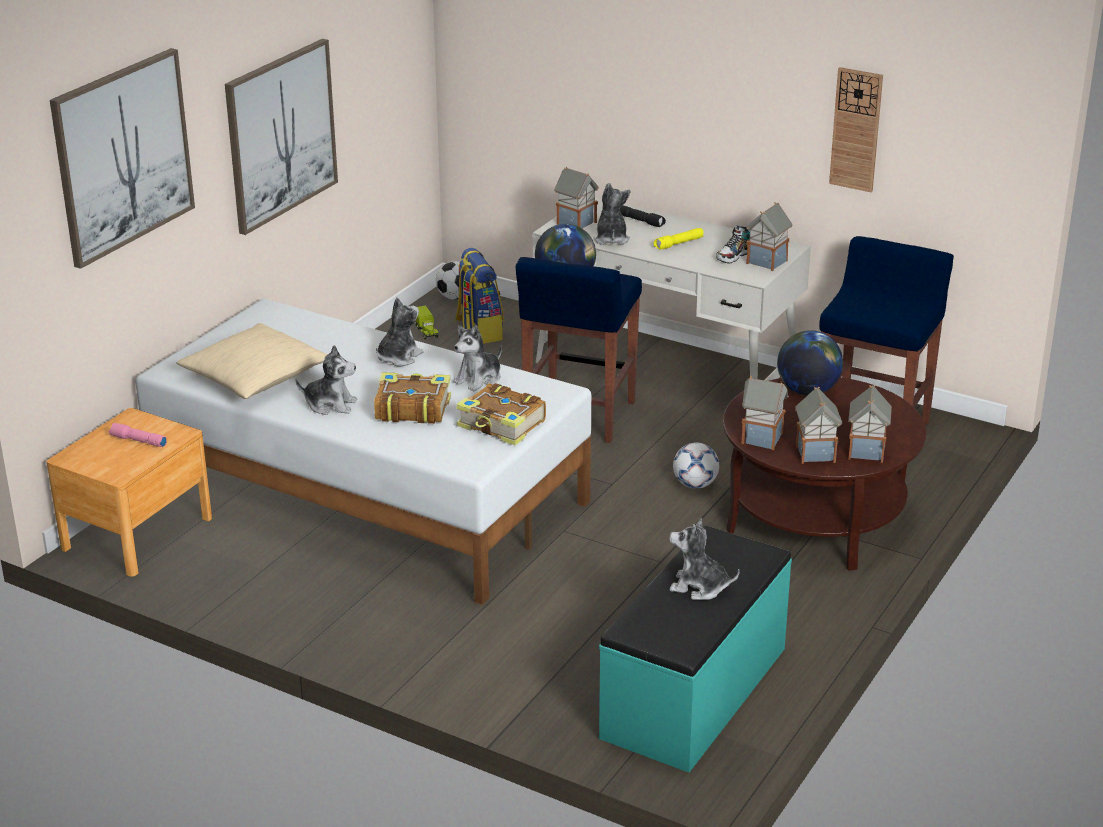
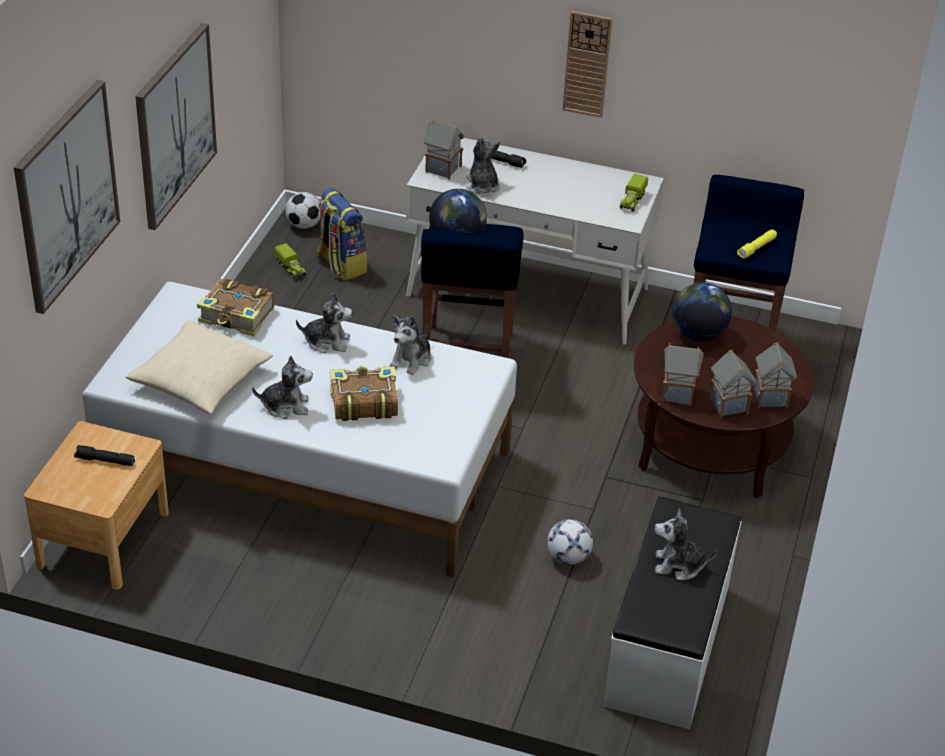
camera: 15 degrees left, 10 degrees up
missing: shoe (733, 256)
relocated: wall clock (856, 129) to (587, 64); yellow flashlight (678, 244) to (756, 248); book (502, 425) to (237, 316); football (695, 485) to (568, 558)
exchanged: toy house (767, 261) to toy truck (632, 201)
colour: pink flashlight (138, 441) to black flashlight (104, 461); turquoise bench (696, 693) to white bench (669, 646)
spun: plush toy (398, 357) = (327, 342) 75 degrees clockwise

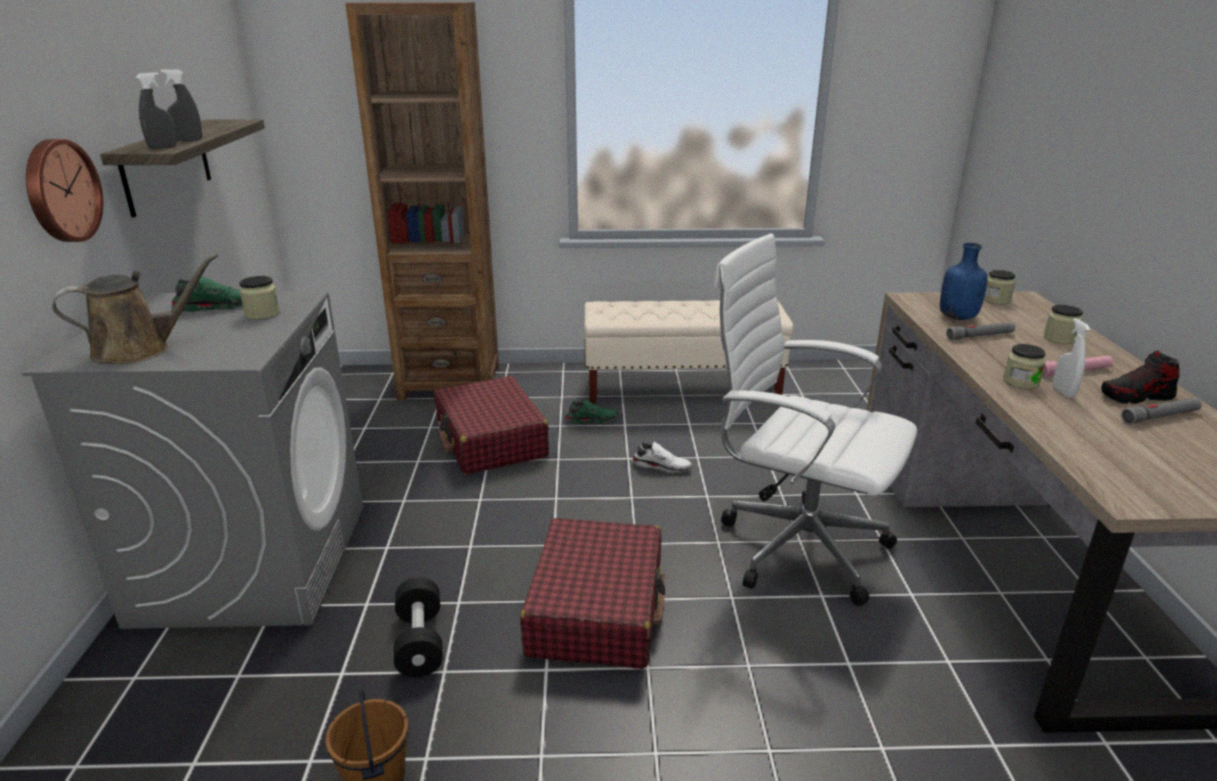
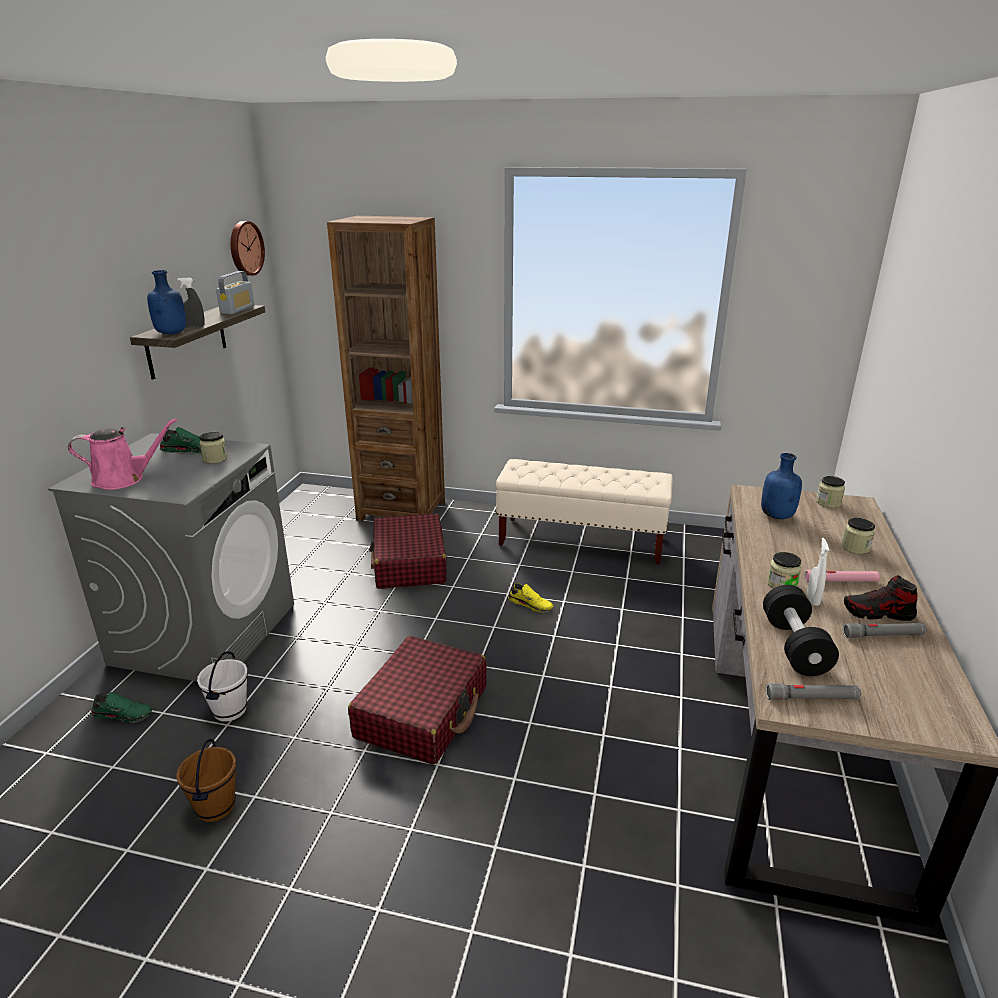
camera: 15 degrees right, 0 degrees up
missing: white office chair (795, 546)
appeared: radio (237, 309); white bucket (229, 710)
relocated: wall clock (60, 191) to (245, 248); grey flashlight (980, 336) to (812, 698); green shoe (591, 419) to (124, 714); black dumbbell (420, 642) to (794, 646)
exchanged: grey spray bottle (163, 147) to blue bottle (172, 333)
colour: brown watering can (139, 350) to pink watering can (123, 479); white shoe (661, 466) to yellow shoe (531, 604)

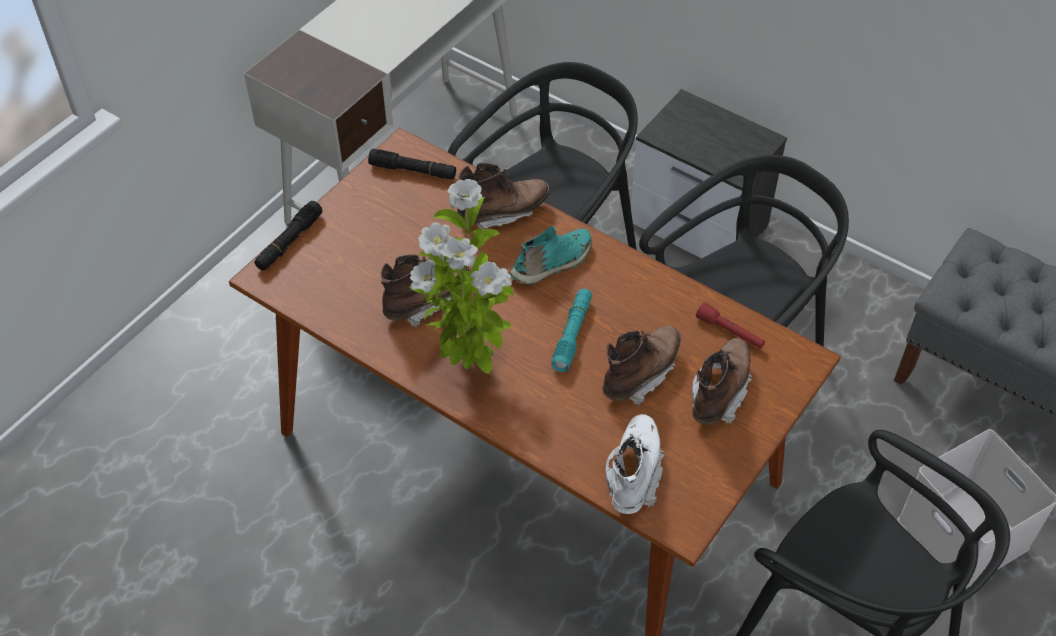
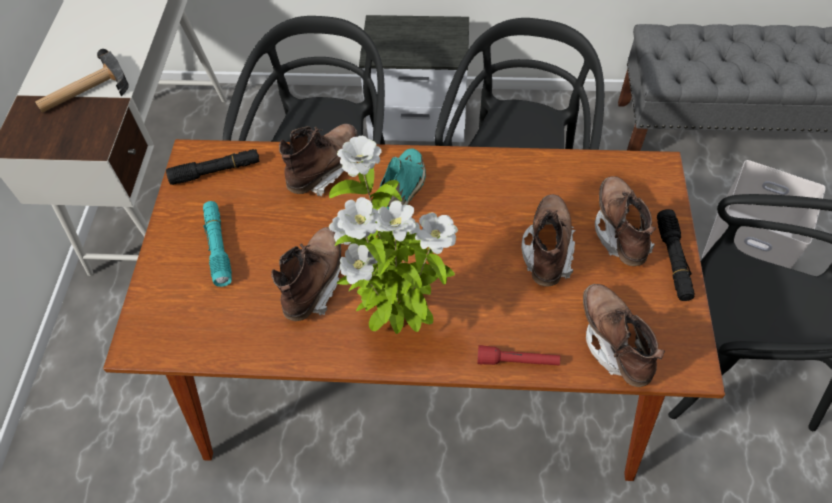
camera: 30 degrees left, 5 degrees up
appeared: hammer (83, 92)
relocated: black flashlight (289, 242) to (673, 260); turquoise flashlight (572, 334) to (218, 247); red flashlight (730, 332) to (517, 361)
colour: white boot (634, 474) to brown boot (614, 343)

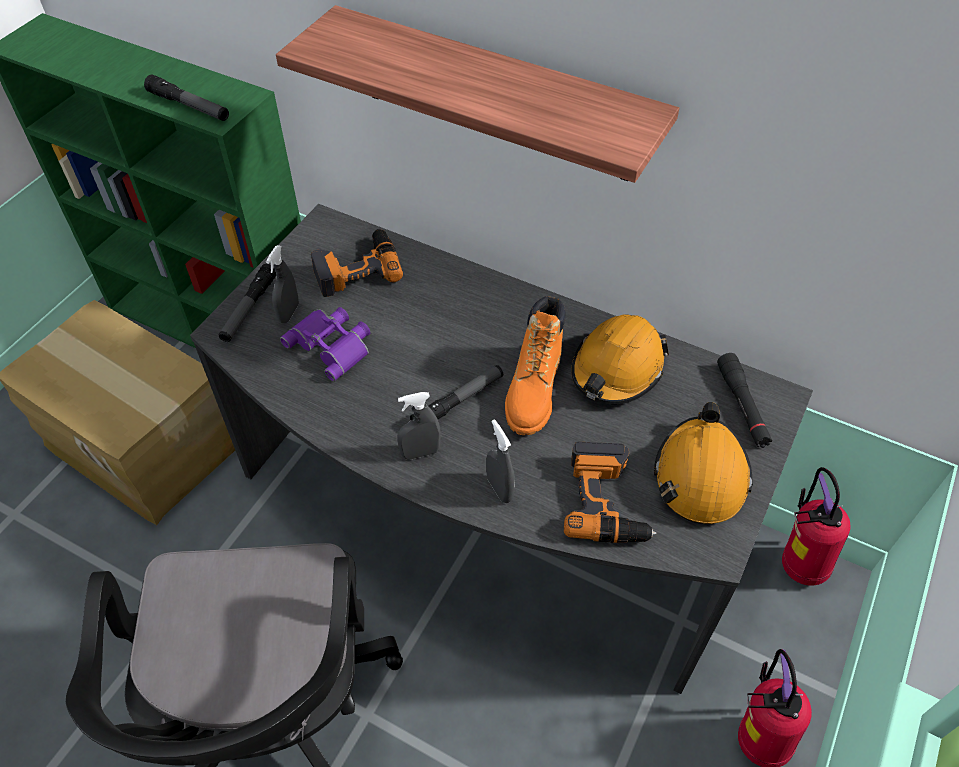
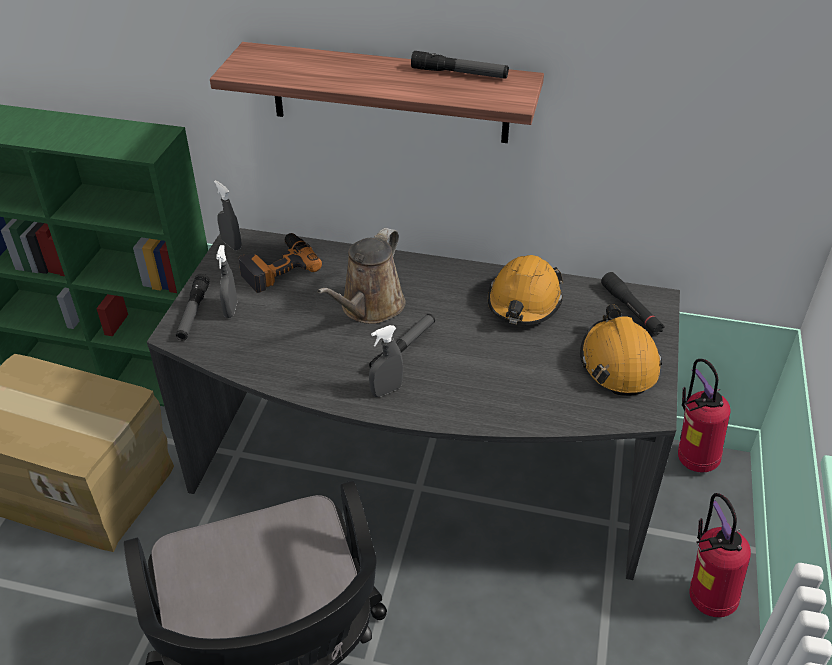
camera: 15 degrees left, 10 degrees down
missing: orange boot (534, 391); purple binoculars (332, 345); power drill (607, 501)
appeared: brown watering can (369, 307)
relocated: flashlight (189, 106) to (459, 73); grey spray bottle (499, 489) to (231, 244)

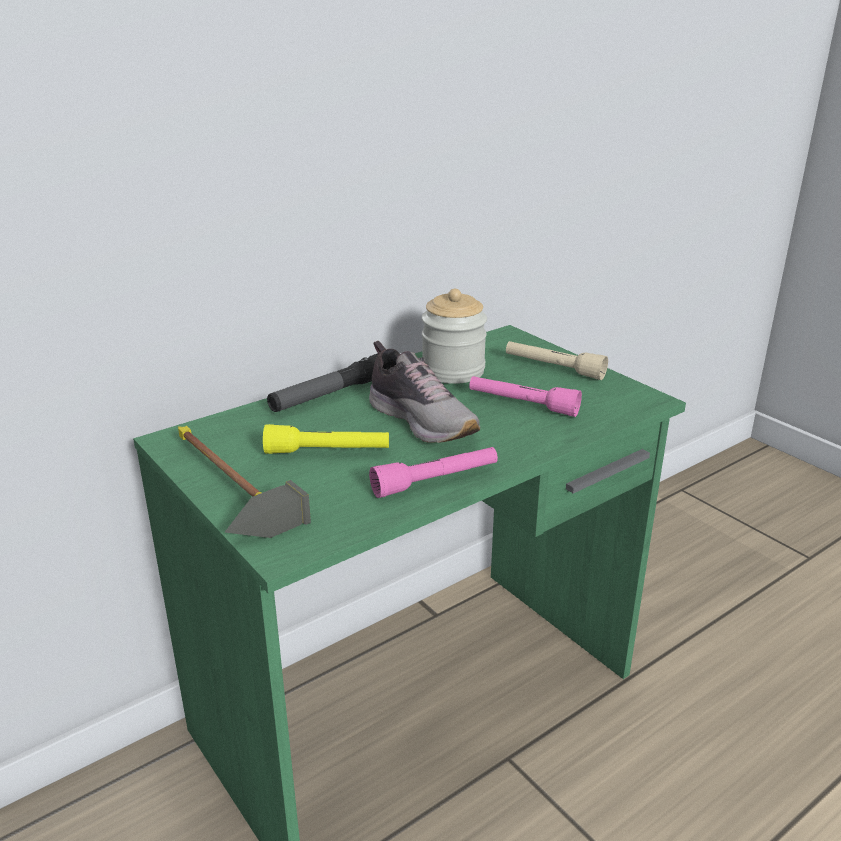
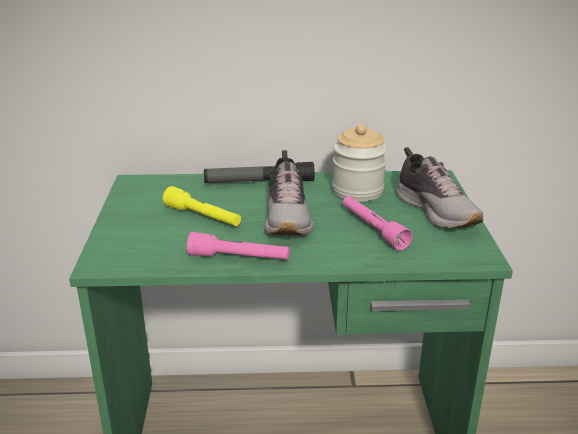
camera: 35 degrees right, 0 degrees up
missing: hammer (216, 486)
exchanged: beige flashlight (554, 368) to shoe (437, 211)

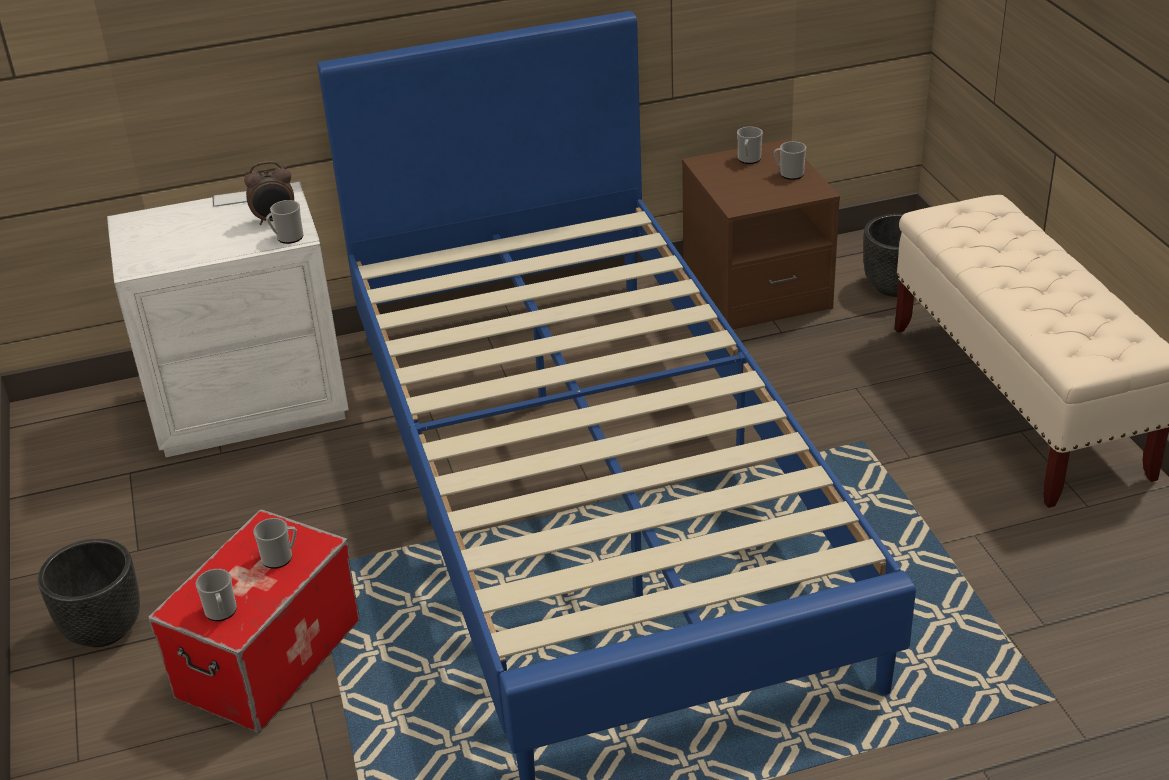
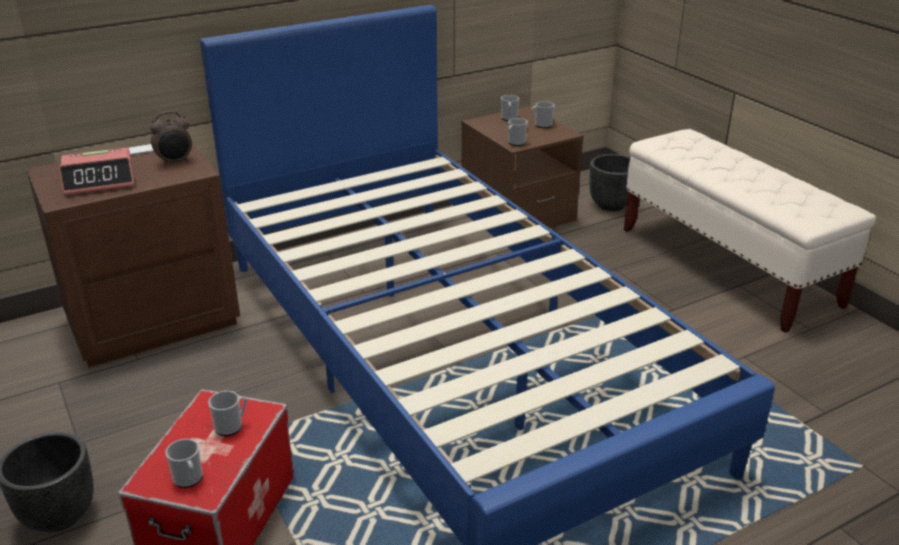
camera: 15 degrees left, 5 degrees down
appeared: alarm clock (100, 181)
relocated: mug (287, 238) to (515, 143)
colour: white nightstand (249, 403) to brown nightstand (152, 320)

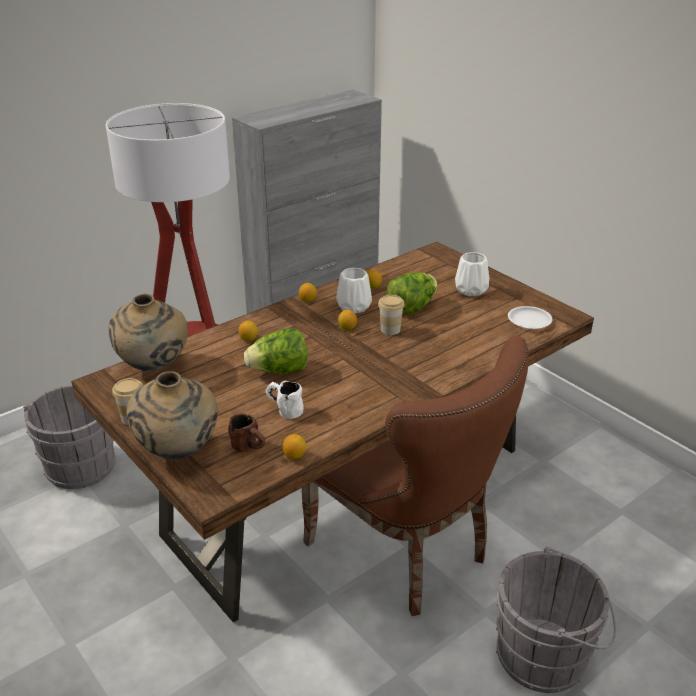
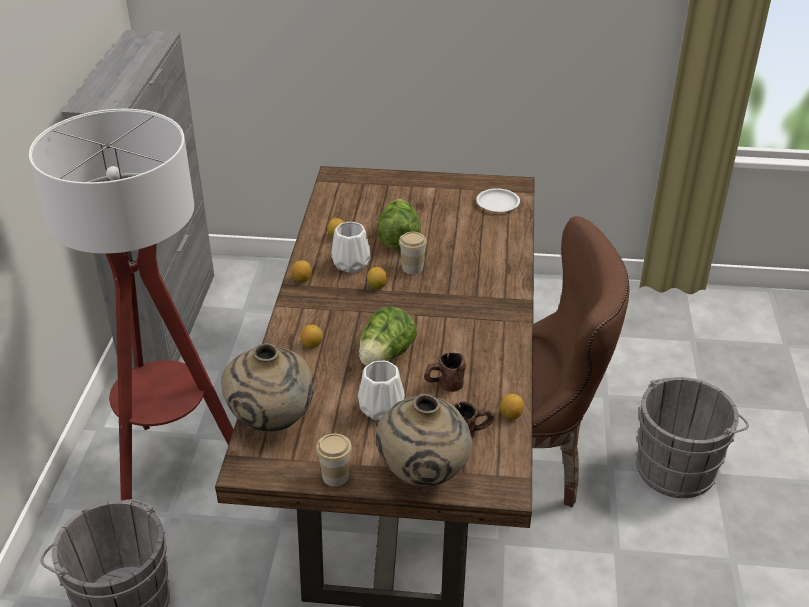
camera: 45 degrees left, 5 degrees up
relocated: white vase (470, 290) to (380, 408)
colour: white mug (284, 410) to brown mug (443, 385)

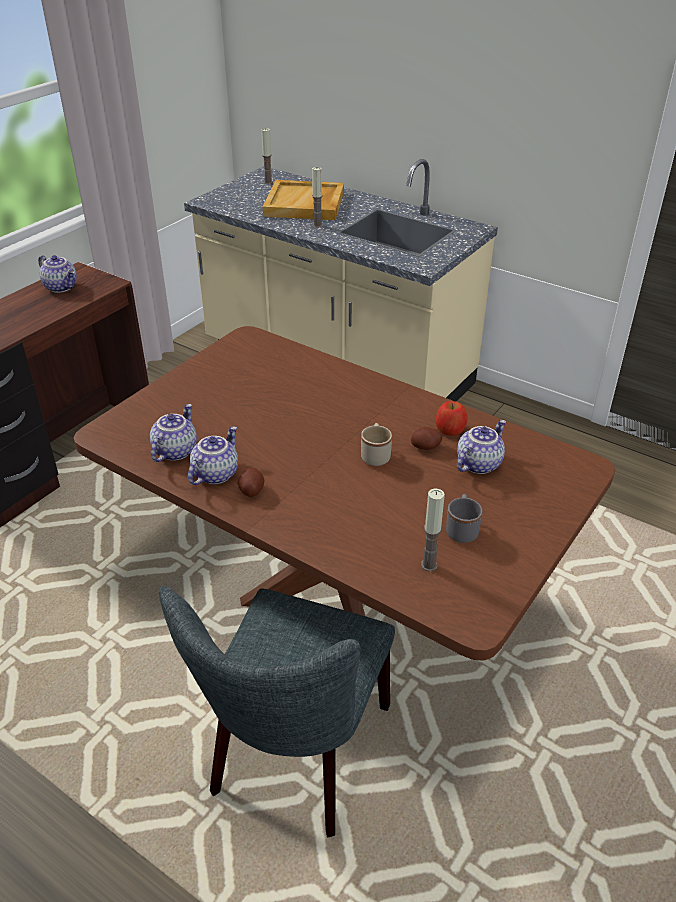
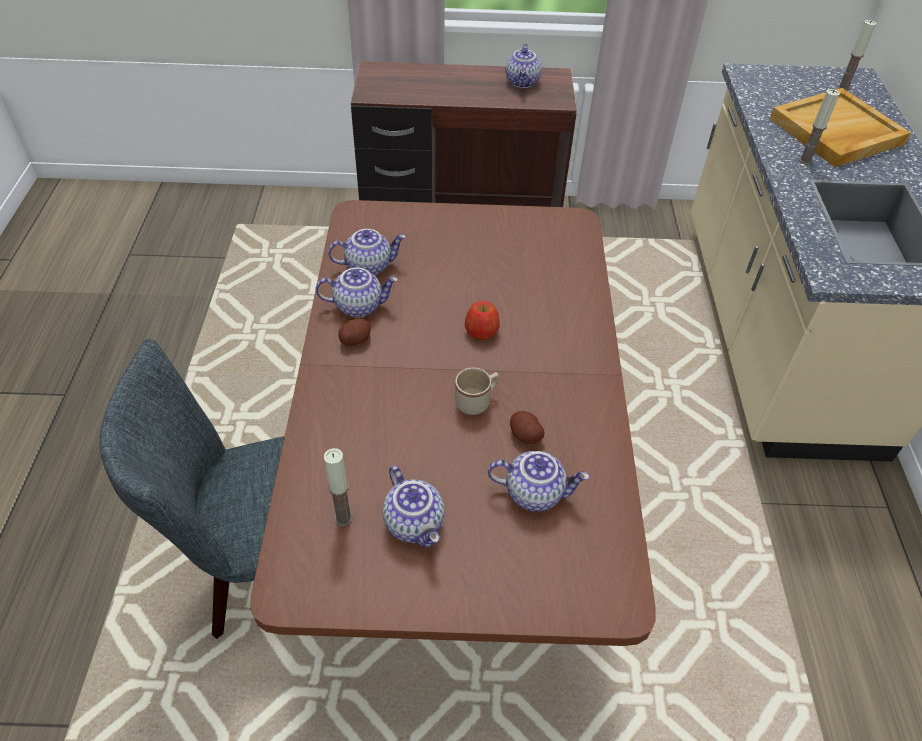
camera: 55 degrees right, 10 degrees up
relocated: apple (450, 429) to (481, 331)
exchanged: grey mug (462, 529) to teapot (415, 523)

